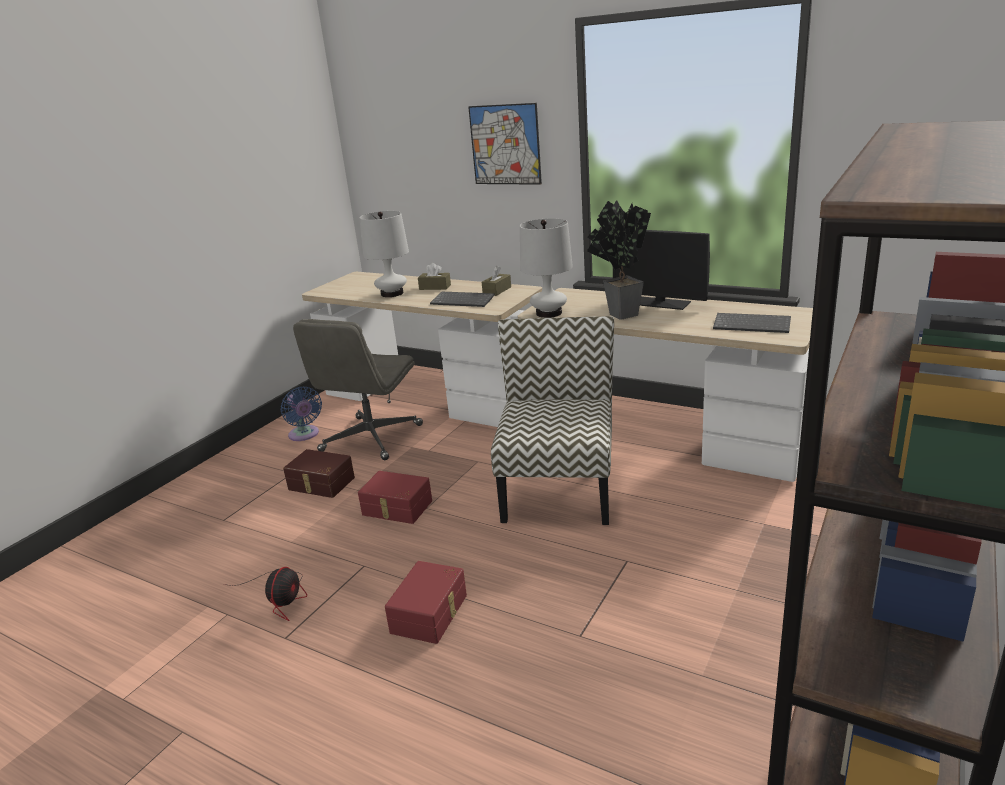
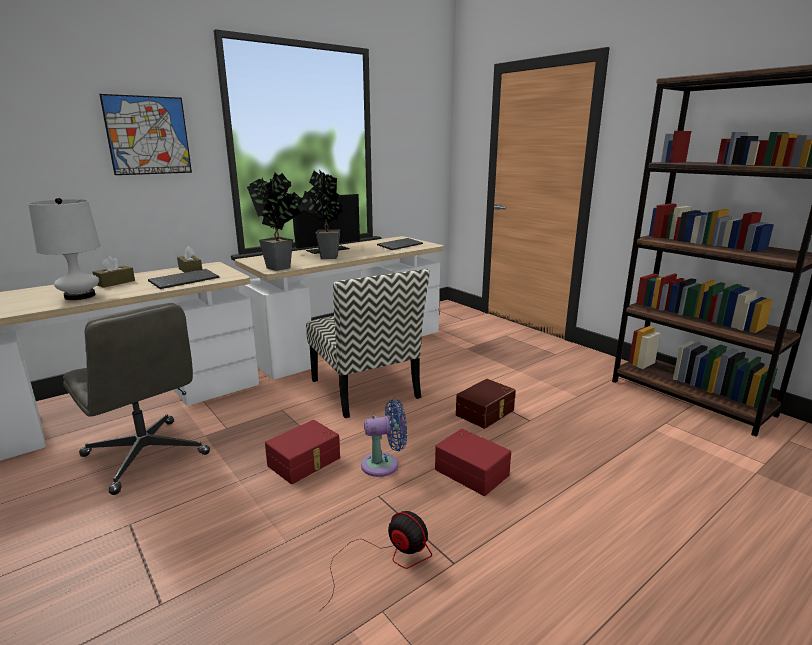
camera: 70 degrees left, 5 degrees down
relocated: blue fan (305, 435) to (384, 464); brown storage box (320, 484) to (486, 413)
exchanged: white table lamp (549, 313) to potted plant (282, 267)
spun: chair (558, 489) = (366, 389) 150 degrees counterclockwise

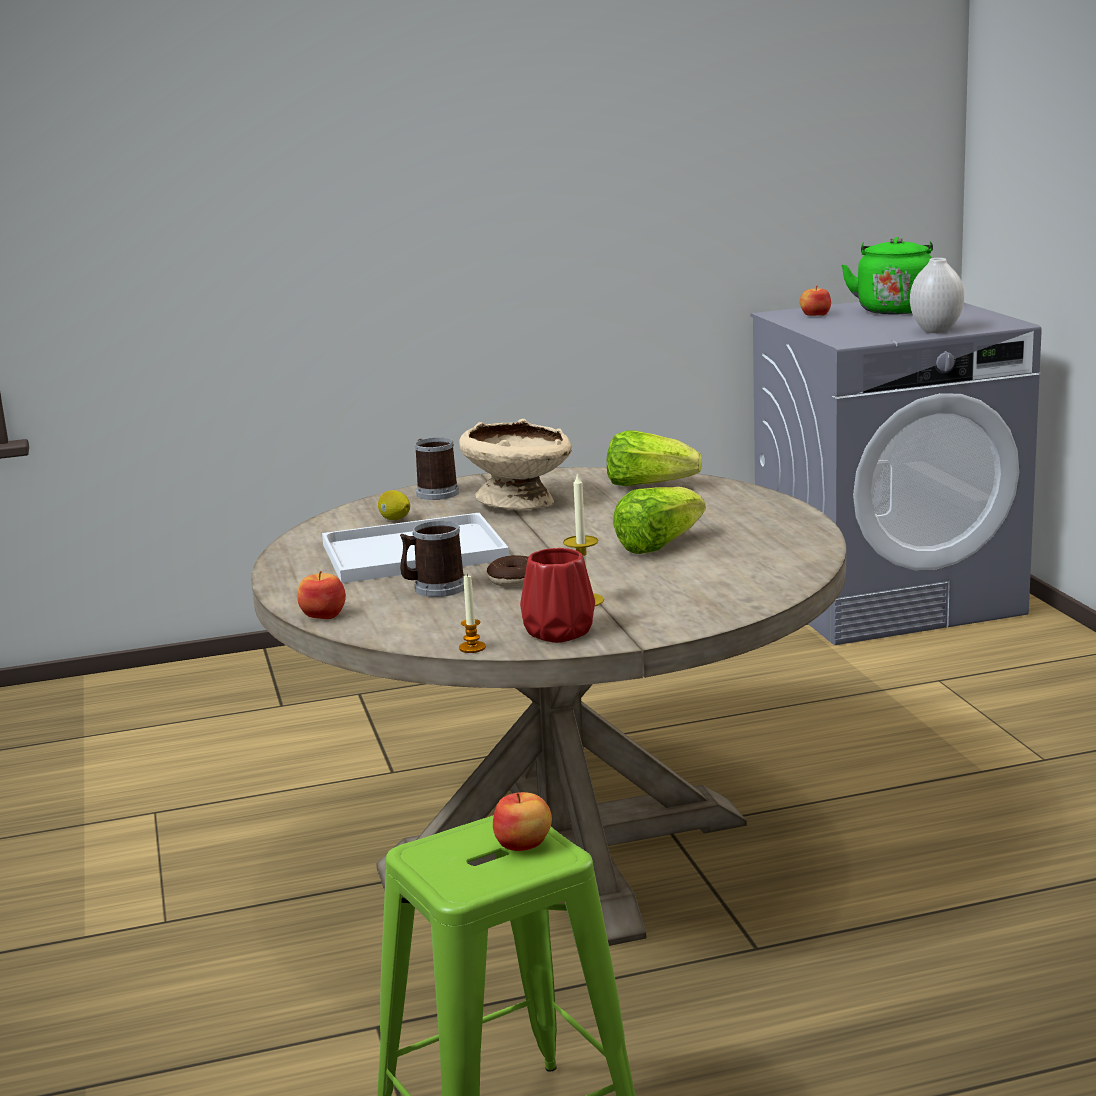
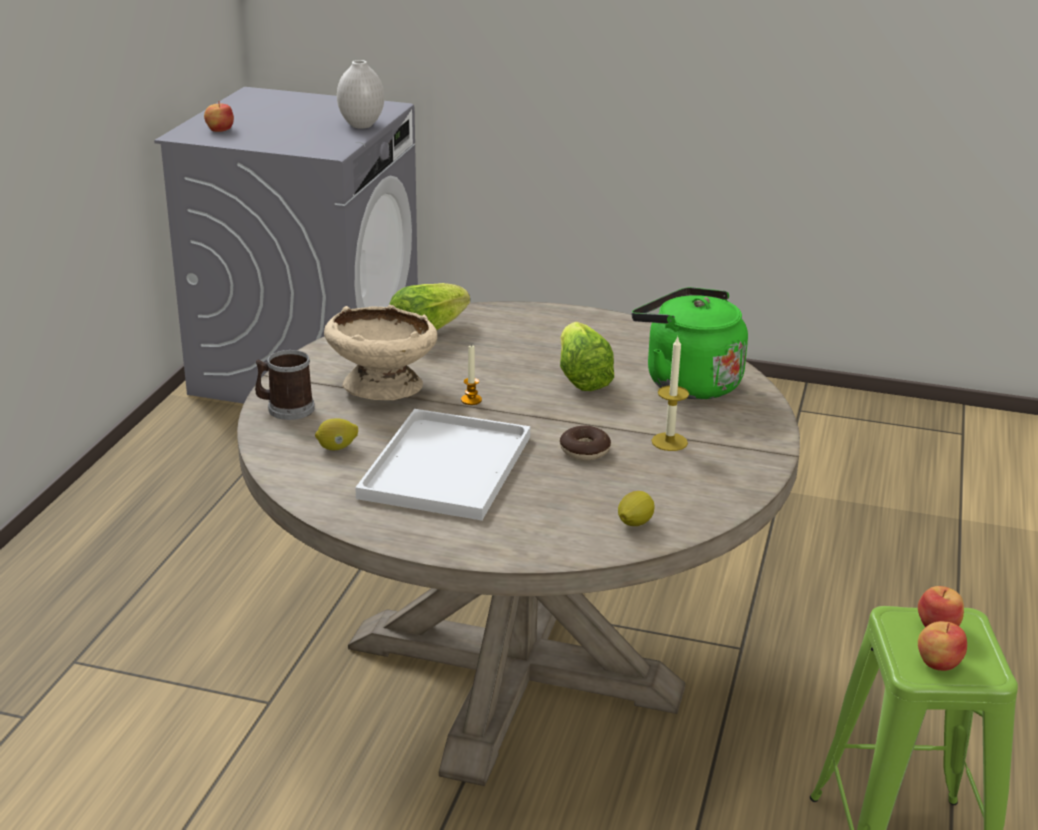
camera: 60 degrees left, 10 degrees up
missing: mug (434, 588); red vase (560, 632)
appeared: lemon (634, 523)
relocated: green kettle (894, 309) to (687, 382); apple (323, 615) to (938, 662); candle (472, 648) to (471, 400)

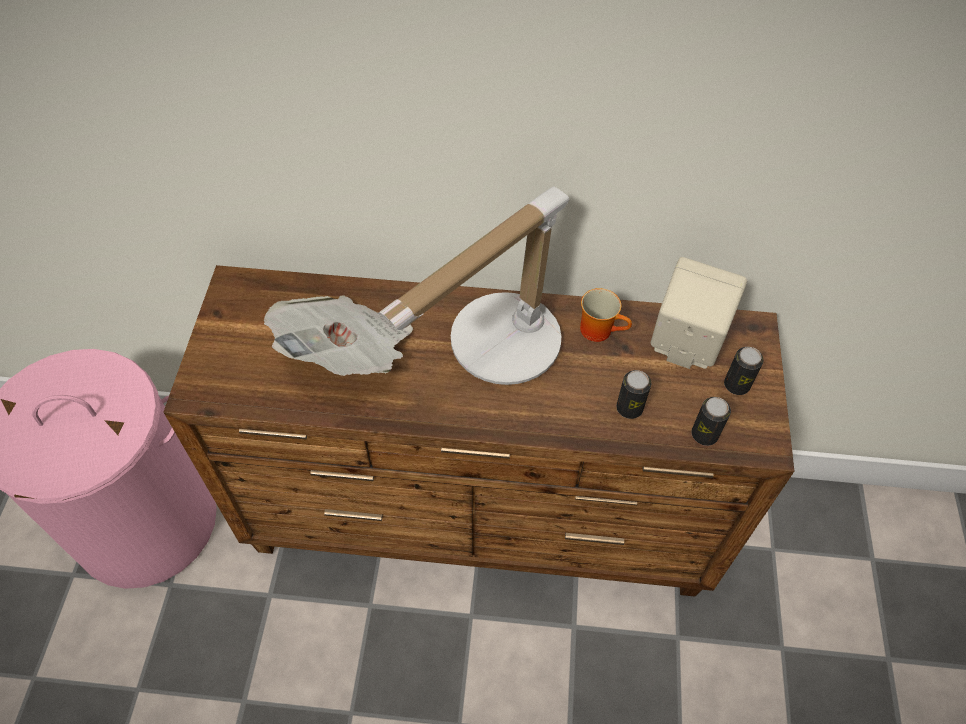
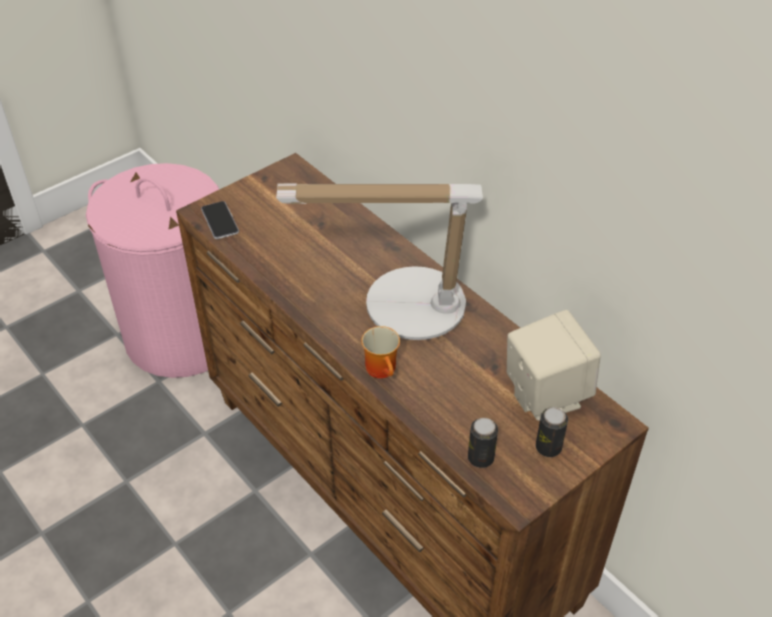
camera: 45 degrees right, 10 degrees down
missing: newspaper (348, 354); can (629, 408)
appeared: phone (220, 221)
relocated: mug (600, 329) to (384, 369)

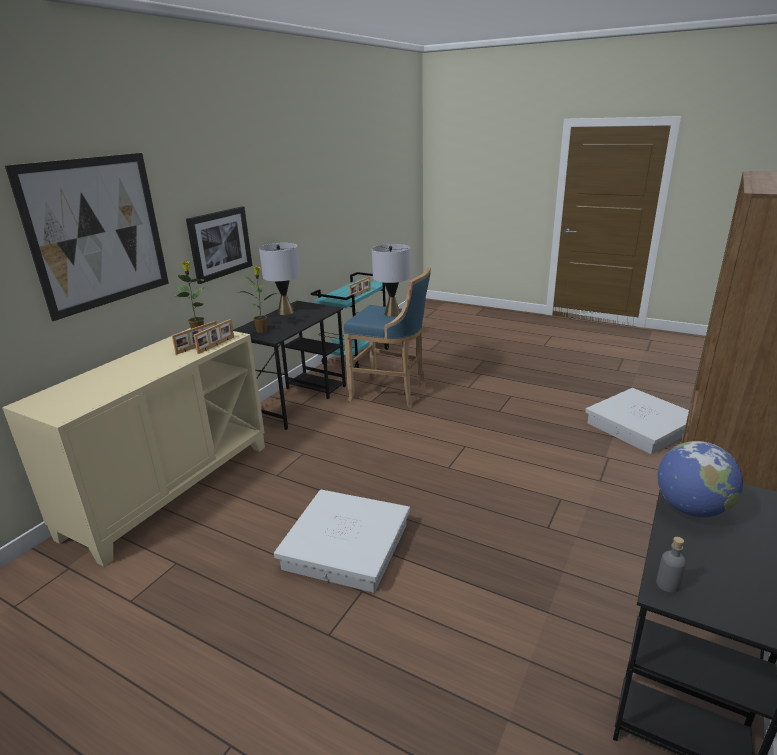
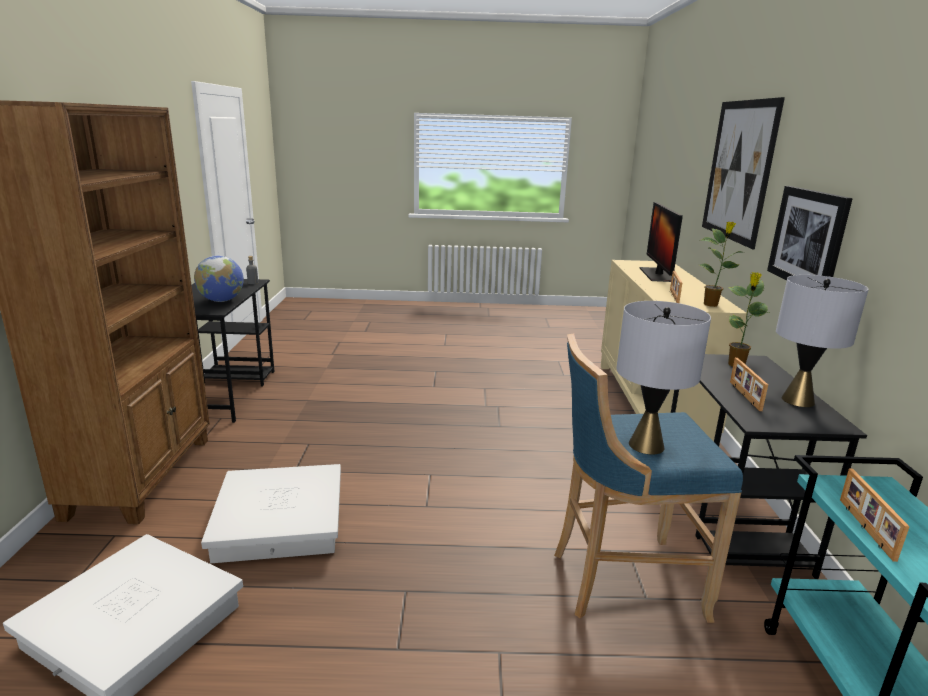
camera: 150 degrees right, 5 degrees down
appeared: monitor (657, 275)
relocated: picture frame (216, 345) to (744, 395); white storage box (347, 546) to (279, 521)

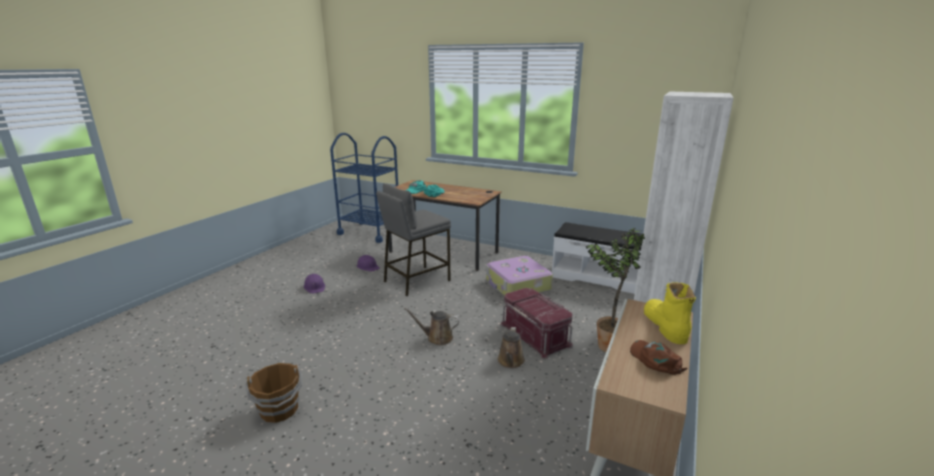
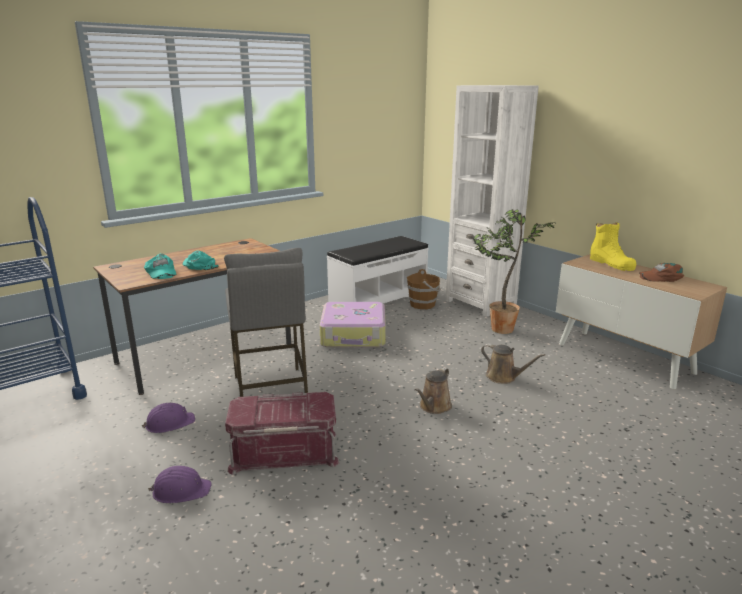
camera: 65 degrees left, 0 degrees up
relocated: red storage box (536, 334) to (284, 451); brown bucket (279, 410) to (423, 304)
spun: yellow boot (665, 325) = (611, 264) 135 degrees counterclockwise

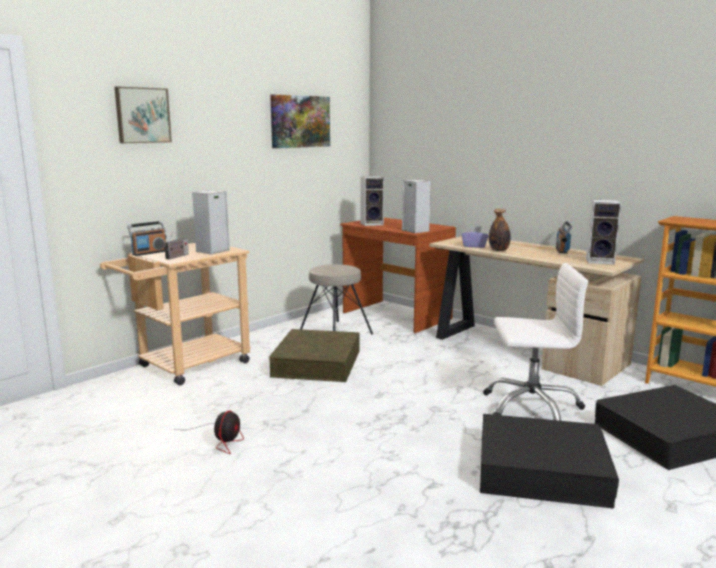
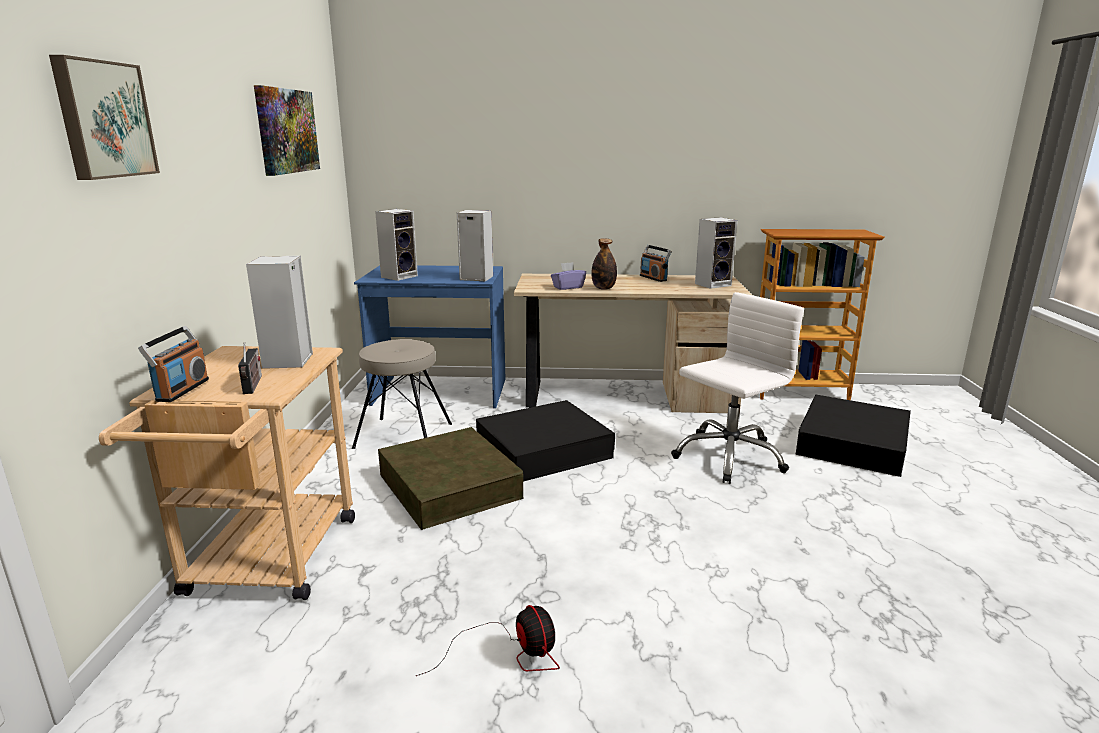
camera: 40 degrees left, 5 degrees up
relocated: black storage box (541, 470) to (543, 450)
colour: brown desk (395, 316) to blue desk (440, 392)

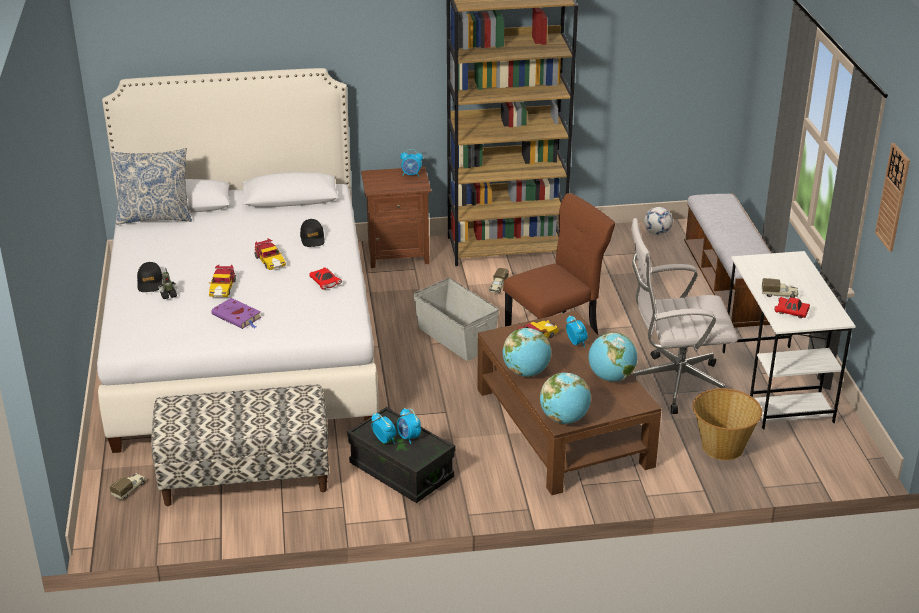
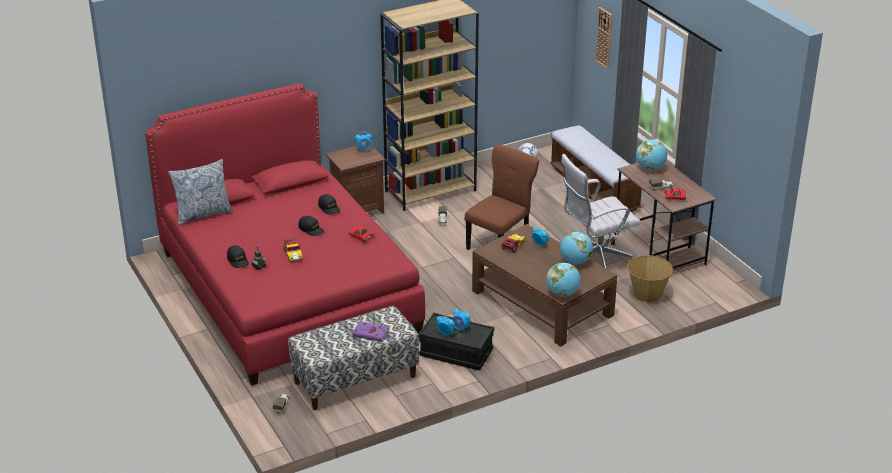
camera: 20 degrees left, 0 degrees up
missing: grey storage box (456, 337)
relocated: wall clock (893, 197) to (604, 38); purple book (238, 317) to (372, 334); globe (526, 372) to (650, 168)
exchanged: toy car (270, 261) to black cap (311, 229)
colour: white bed (242, 339) to red bed (287, 291); white desk (777, 386) to brown desk (660, 249)

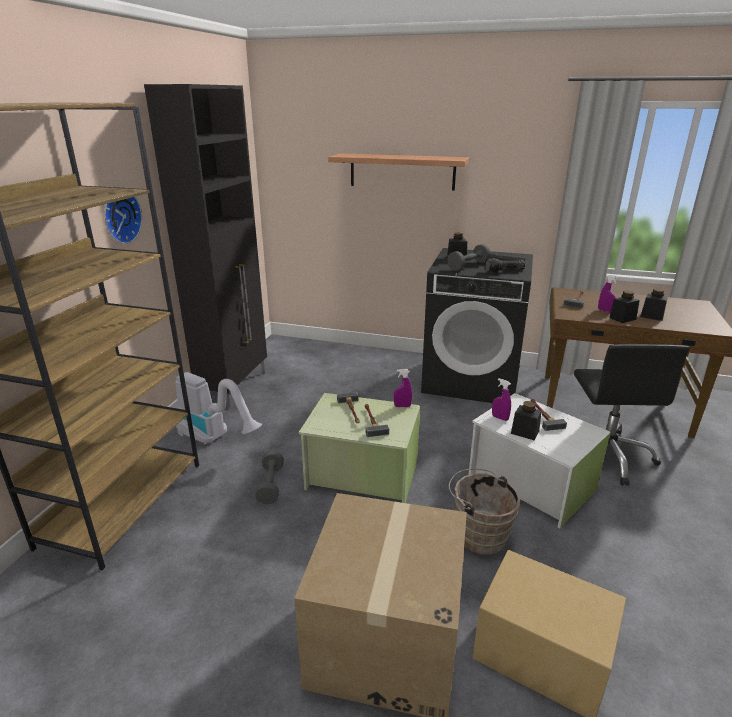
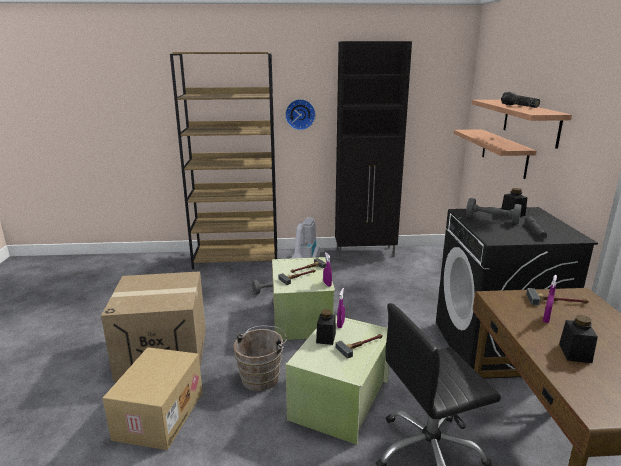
camera: 70 degrees right, 5 degrees down
missing: black jar (622, 318)
appeared: shelf (504, 152)
relocated: flashlight (504, 271) to (518, 106)
colour: white storage box (531, 482) to green storage box (342, 399)

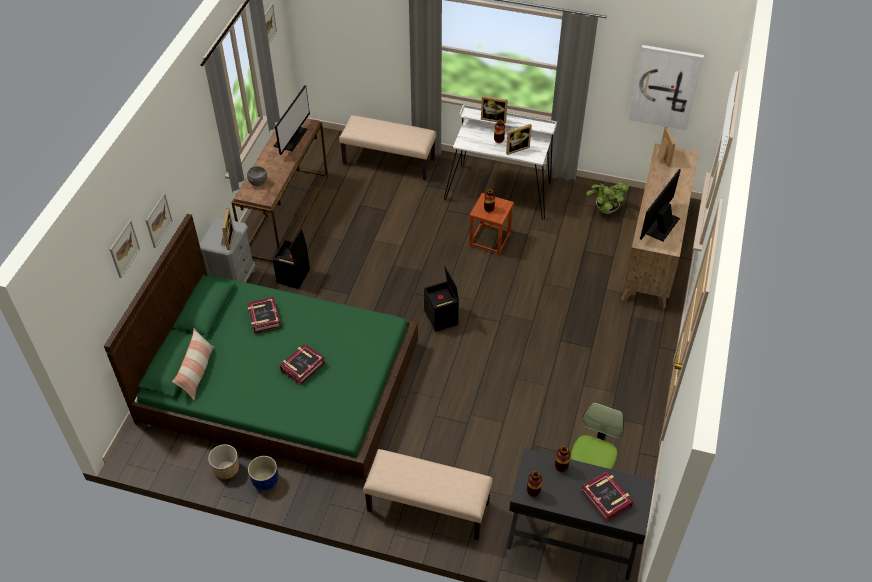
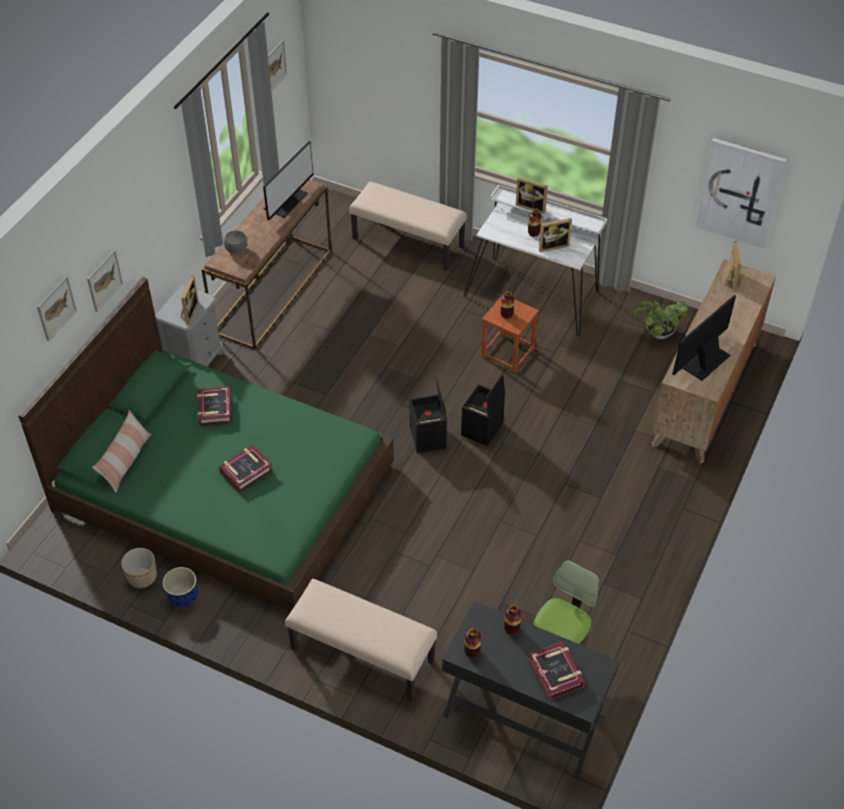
camera: 10 degrees right, 0 degrees up
relocated: black storage box (293, 276) to (482, 430)

